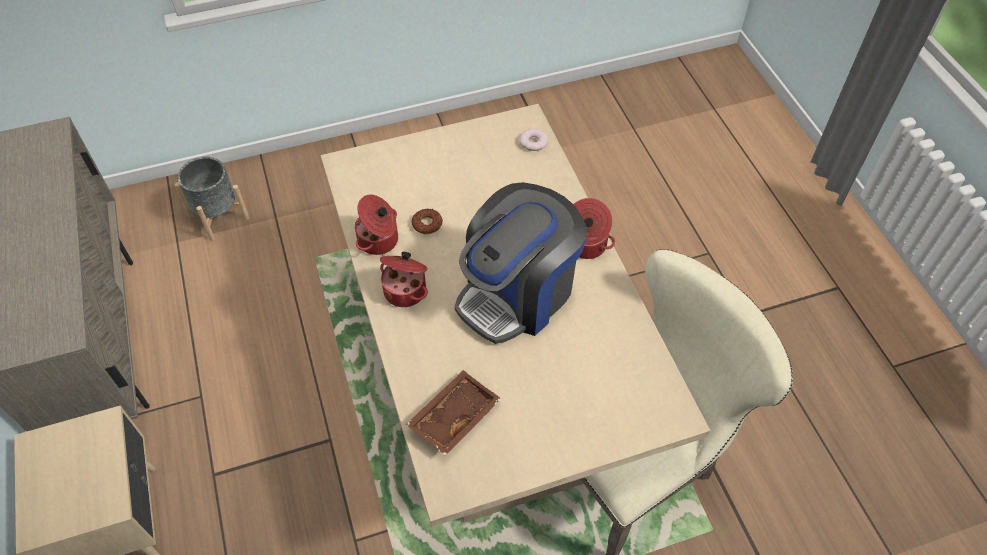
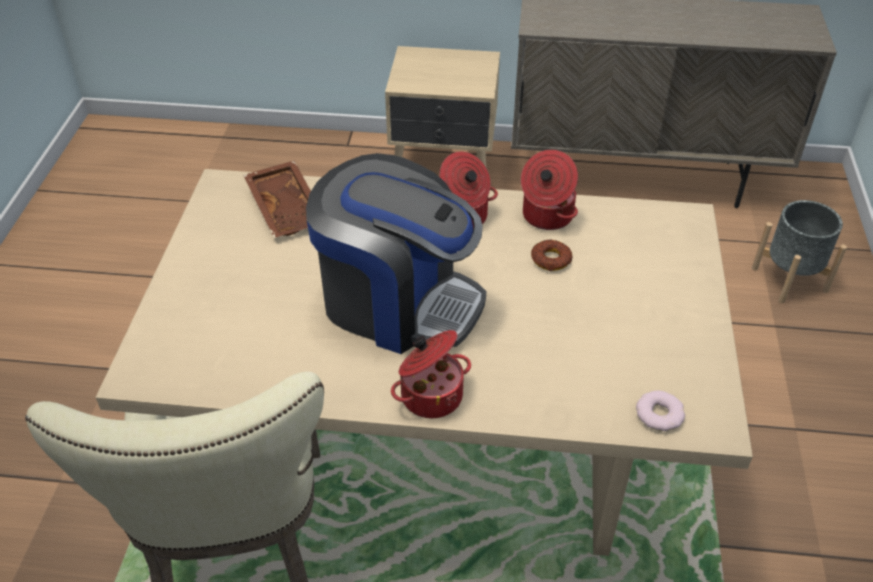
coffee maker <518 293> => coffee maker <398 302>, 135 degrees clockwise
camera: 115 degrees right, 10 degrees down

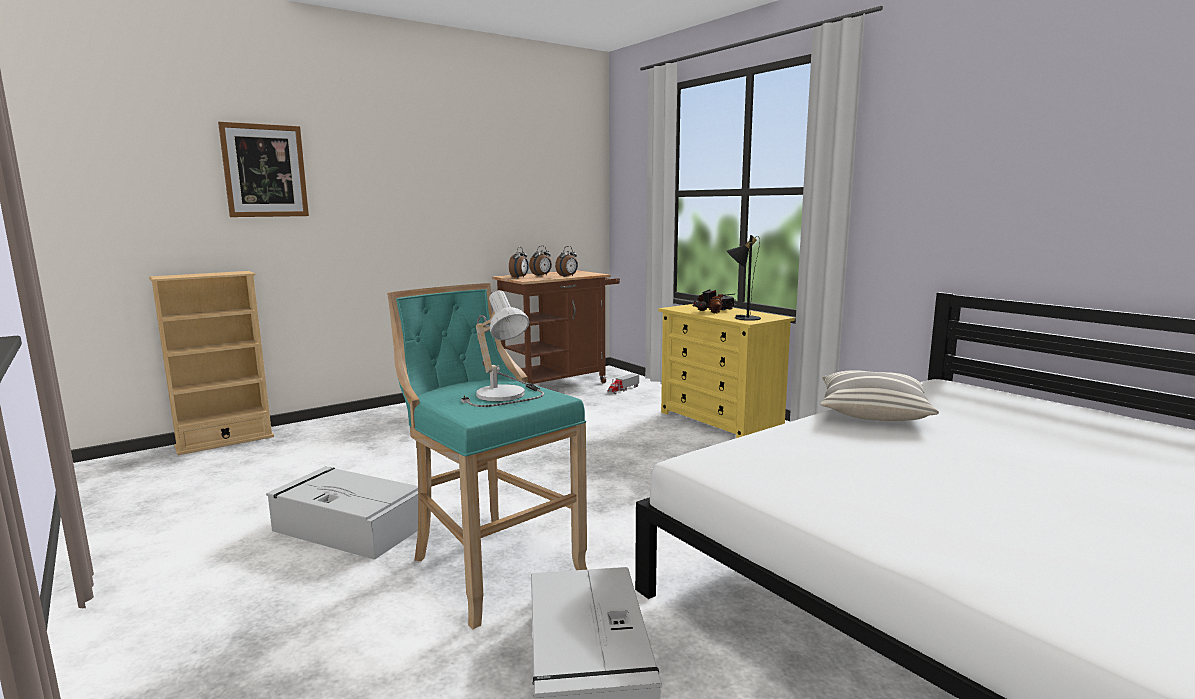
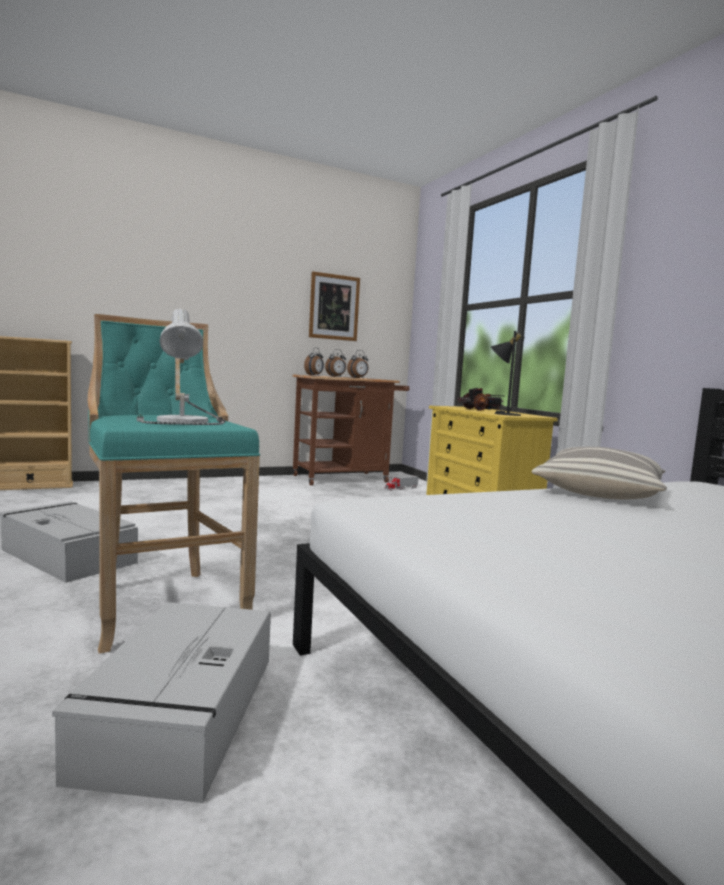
picture <265 171> => picture <334 307>, moved
camera: 10 degrees right, 5 degrees down

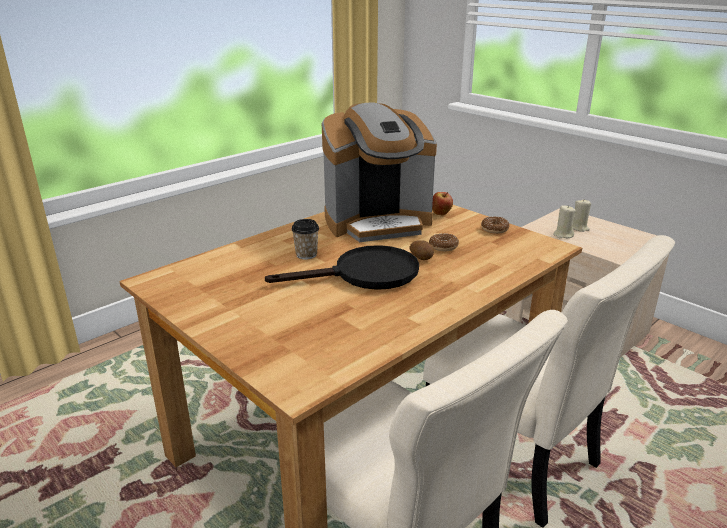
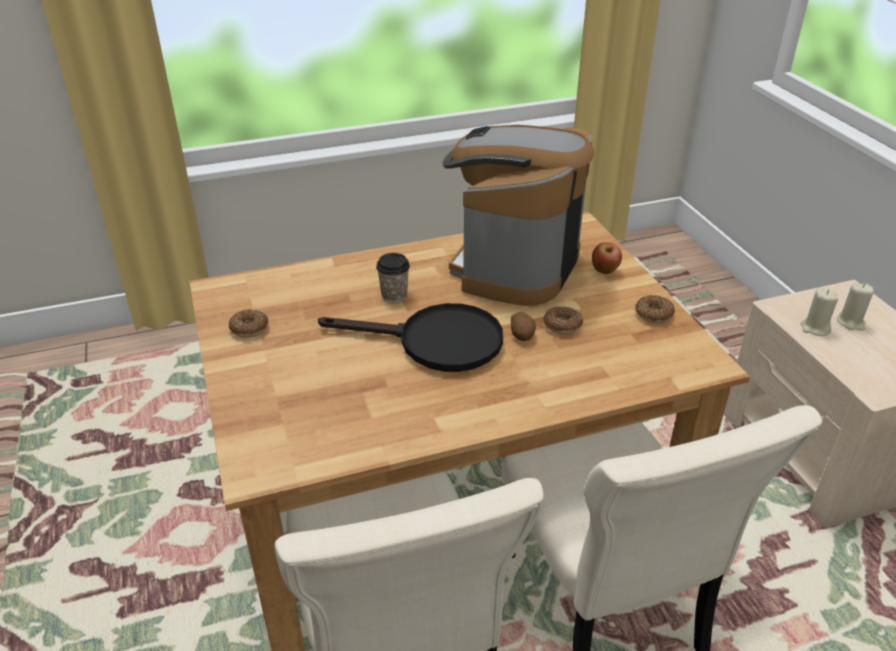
nothing => doughnut <249 328>
coffee maker <378 222> => coffee maker <513 266>, 105 degrees clockwise
camera: 25 degrees right, 10 degrees up

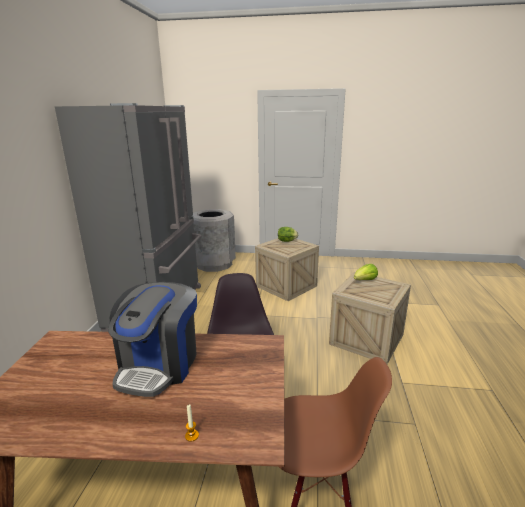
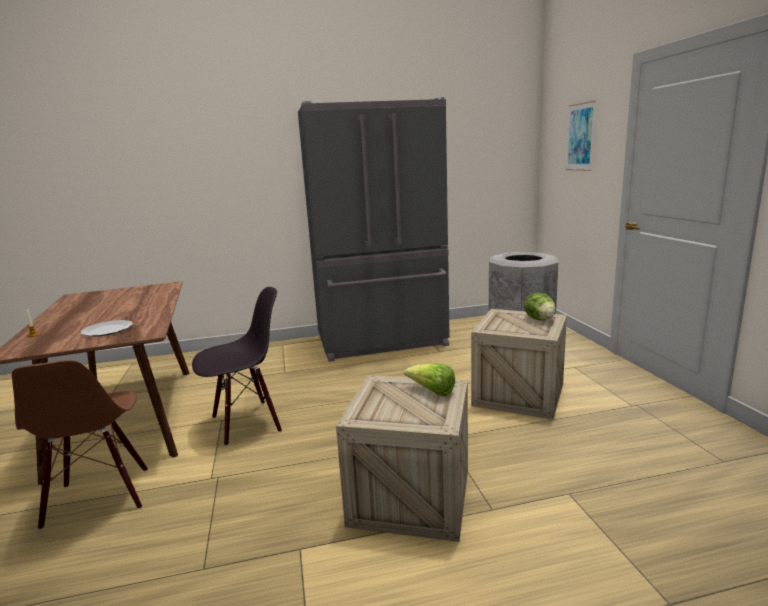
nothing => dinner plate <108 330>
nothing => picture <580 137>
coffee maker <159 365> => nothing
camera: 70 degrees right, 5 degrees down

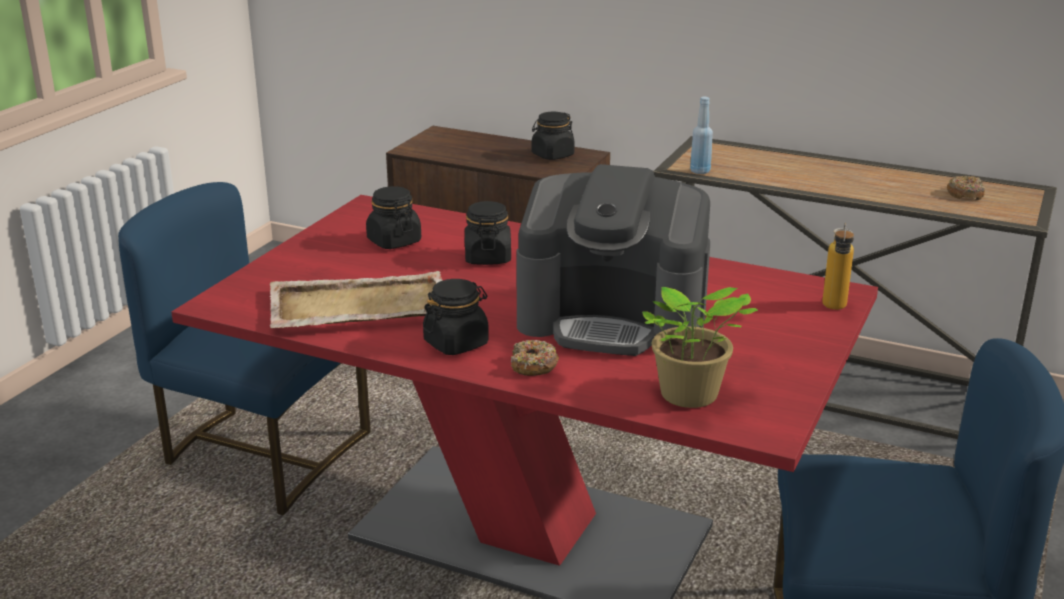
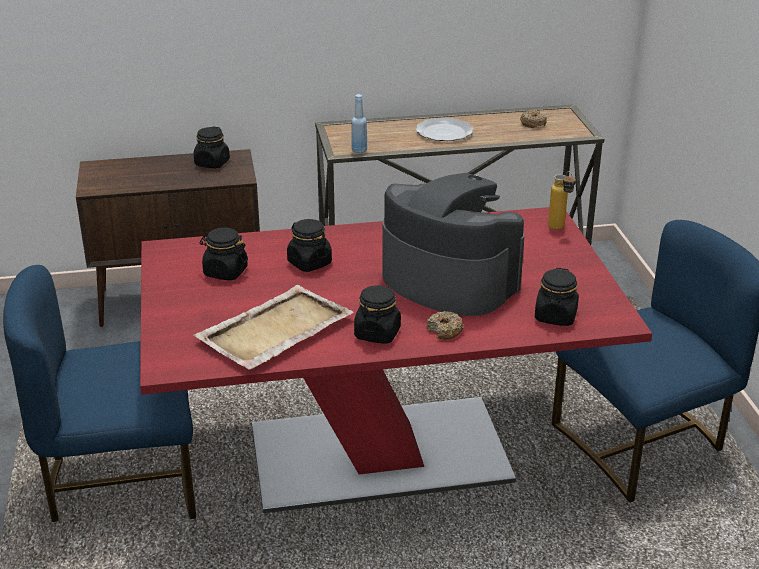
coffee maker <613 319> => coffee maker <448 280>, 120 degrees counterclockwise
nothing => dinner plate <444 132>
plant in a pot <689 397> => blackish storage jar <555 316>
camera: 35 degrees left, 5 degrees up

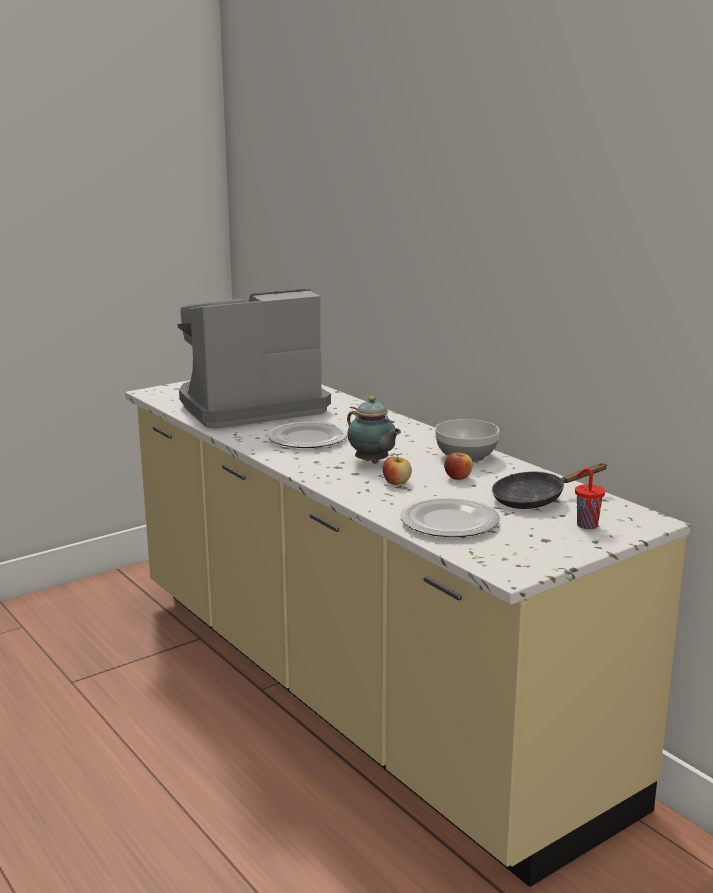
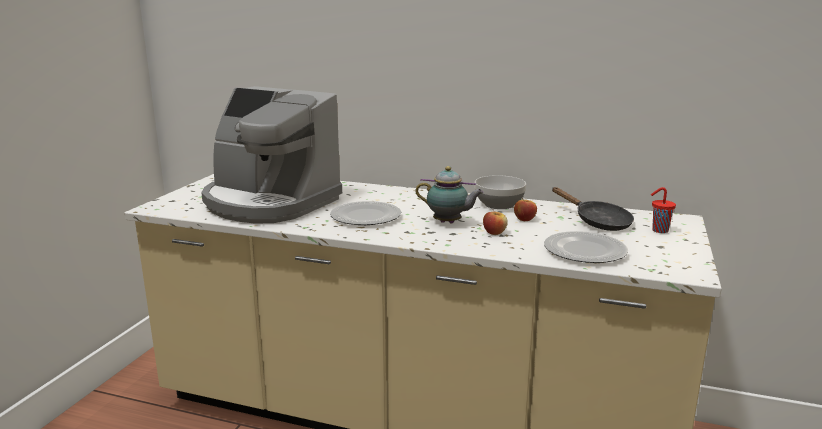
coffee maker <249 407> => coffee maker <269 203>, 90 degrees counterclockwise
blackish skillet <535 499> => blackish skillet <598 222>, 75 degrees counterclockwise
camera: 35 degrees left, 0 degrees up

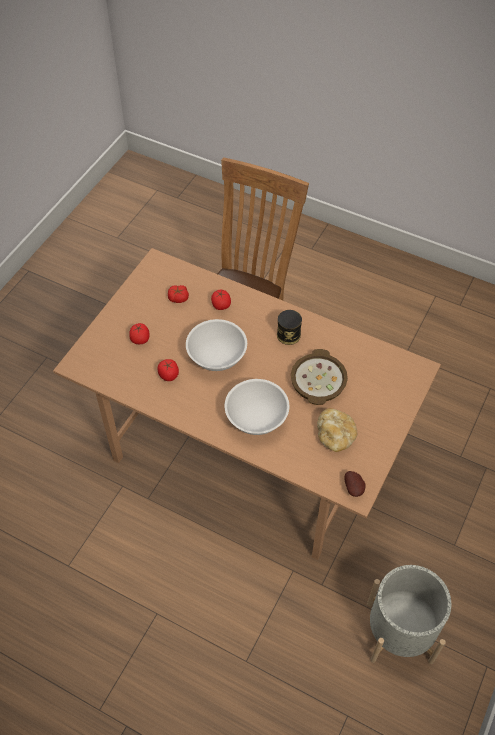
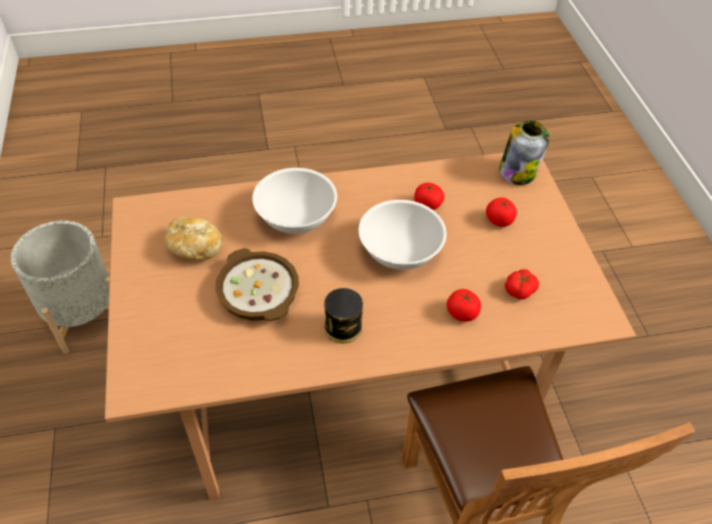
nothing => storage jar <518 172>
whole potato <354 488> => nothing
camera: 140 degrees right, 5 degrees down

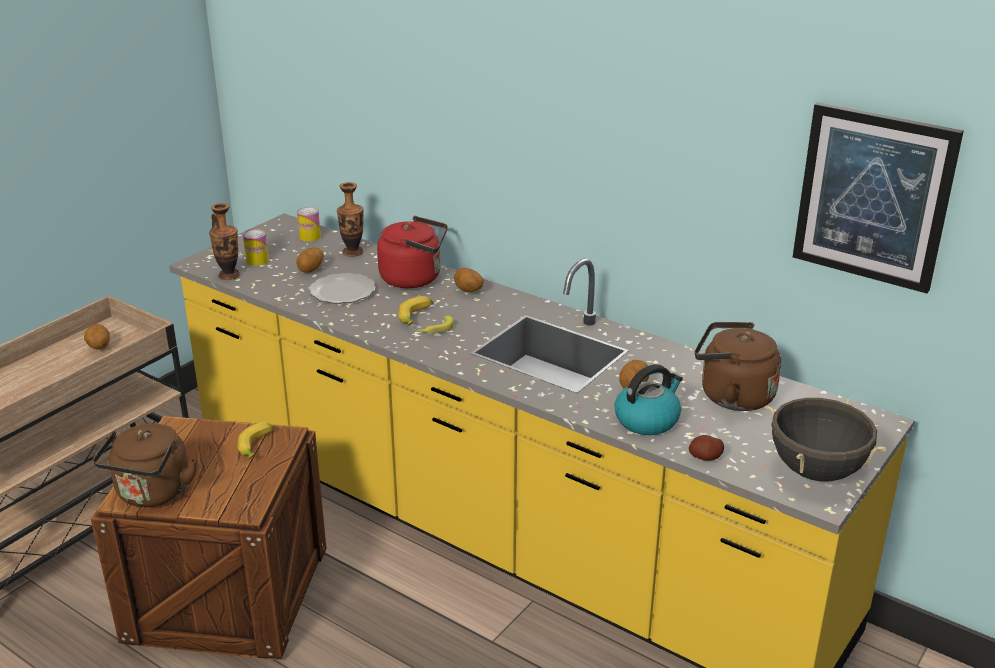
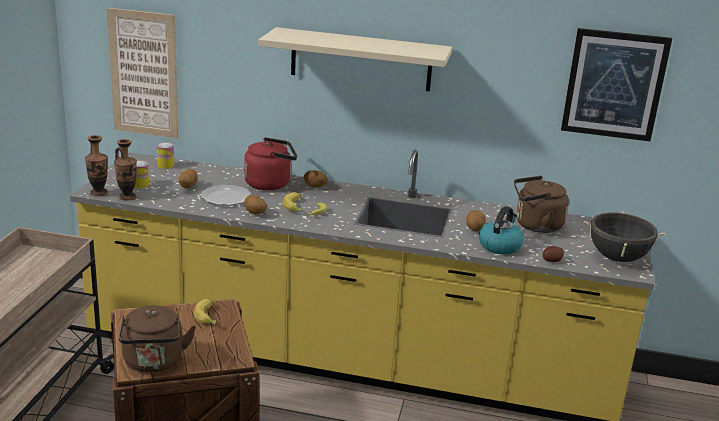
flower vase <353 252> => flower vase <99 193>, moved
nothing => picture <144 74>
whole potato <99 347> => whole potato <255 213>, moved
nothing => beige-coloured wall shelf <361 59>
camera: 25 degrees left, 5 degrees down

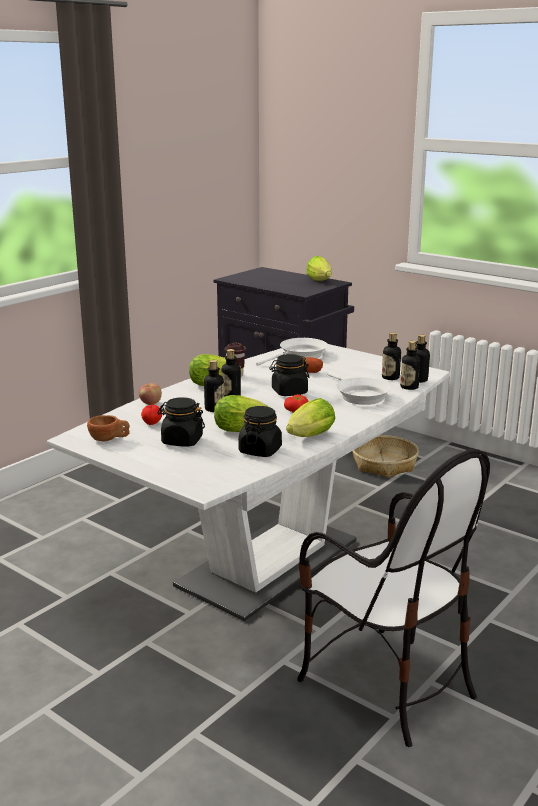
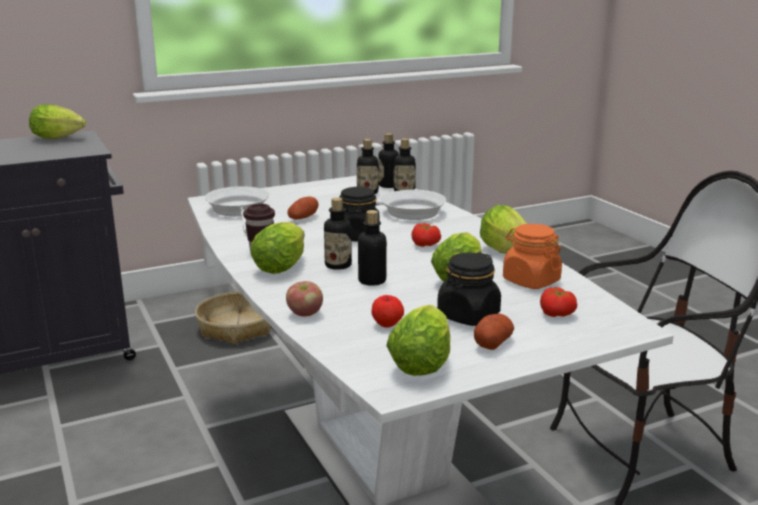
brownish cup <109 439> => lettuce head <423 361>
nothing => whole potato <493 343>
blackish storage jar <260 450> => orangey storage jar <530 281>
nothing => fresh tomato <557 314>
camera: 65 degrees left, 0 degrees up

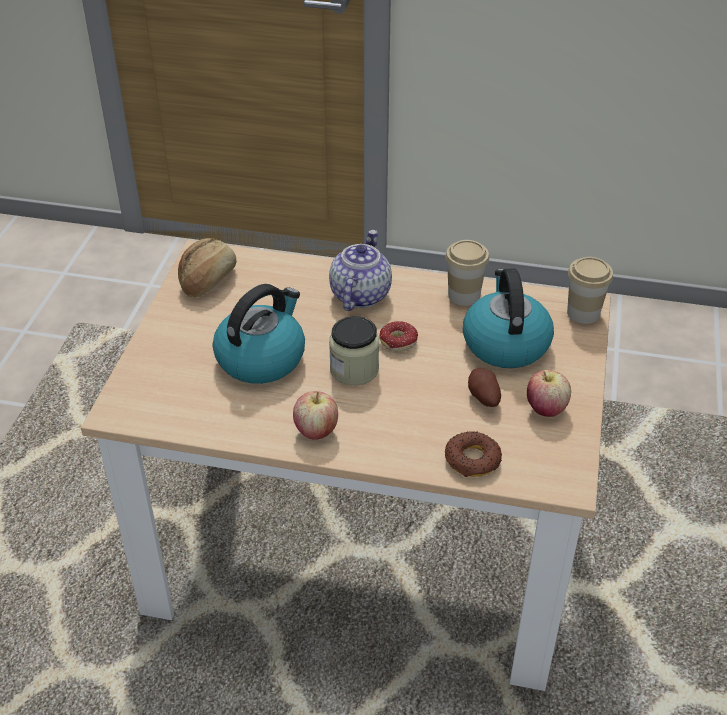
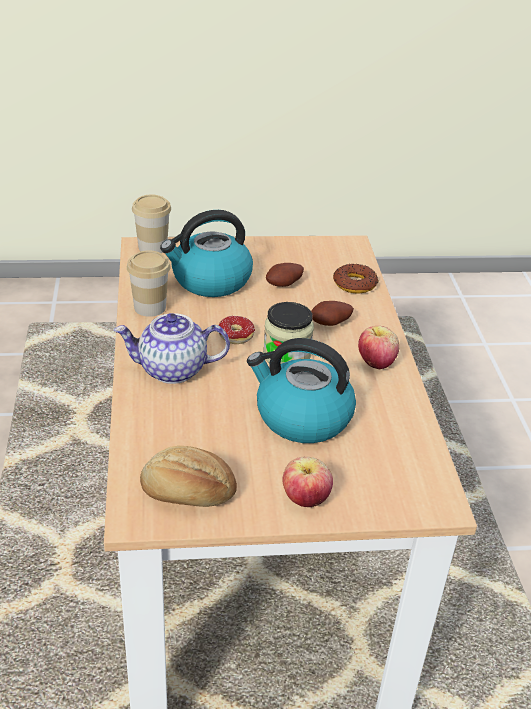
apple fruit <546 408> => apple fruit <305 499>, moved
nothing => whole potato <330 324>
camera: 110 degrees left, 5 degrees down

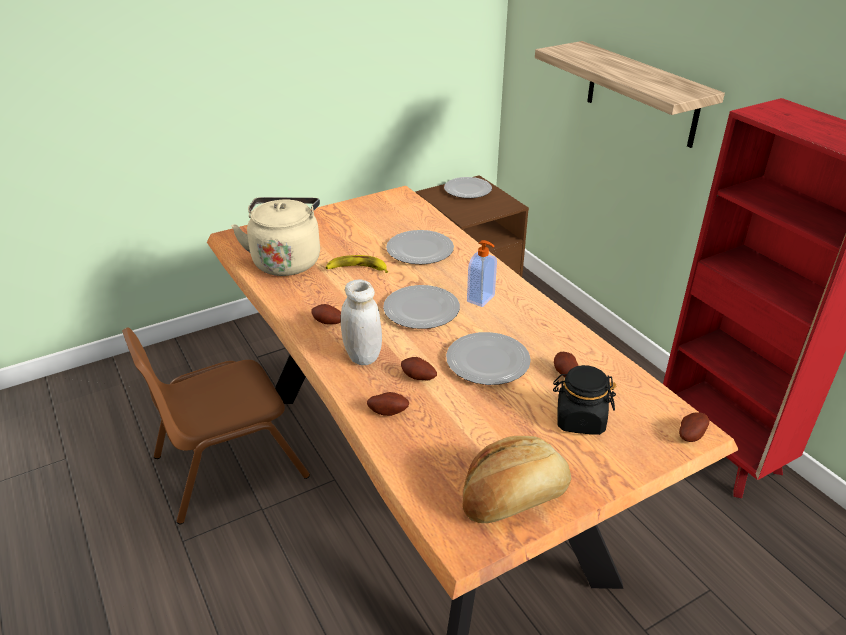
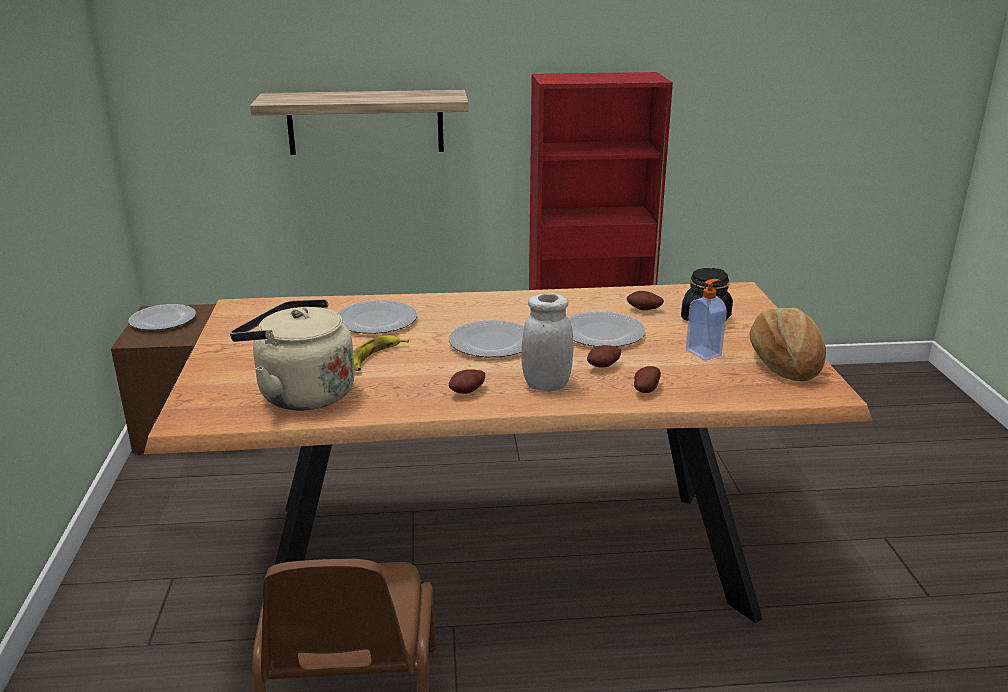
soap bottle <481 299> => soap bottle <704 353>, moved
whole potato <690 435> => nothing
camera: 65 degrees left, 10 degrees down

